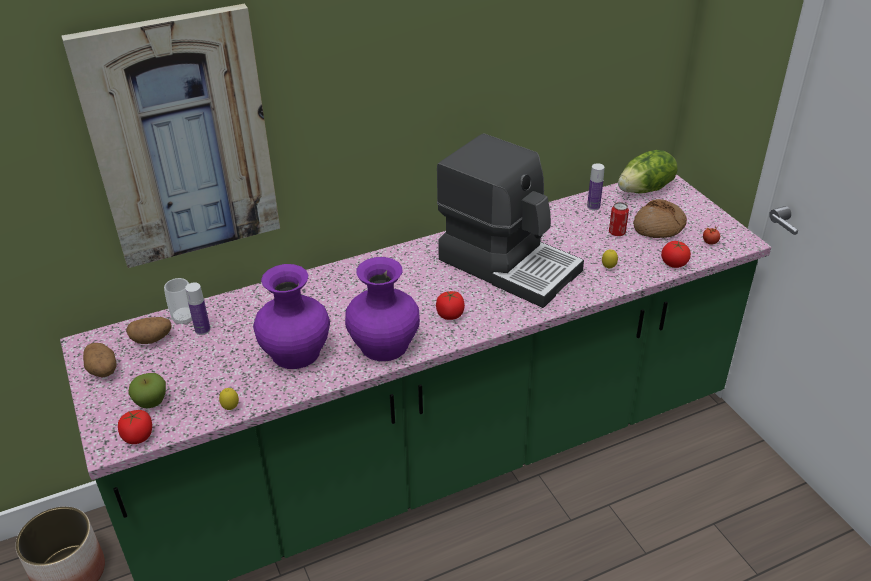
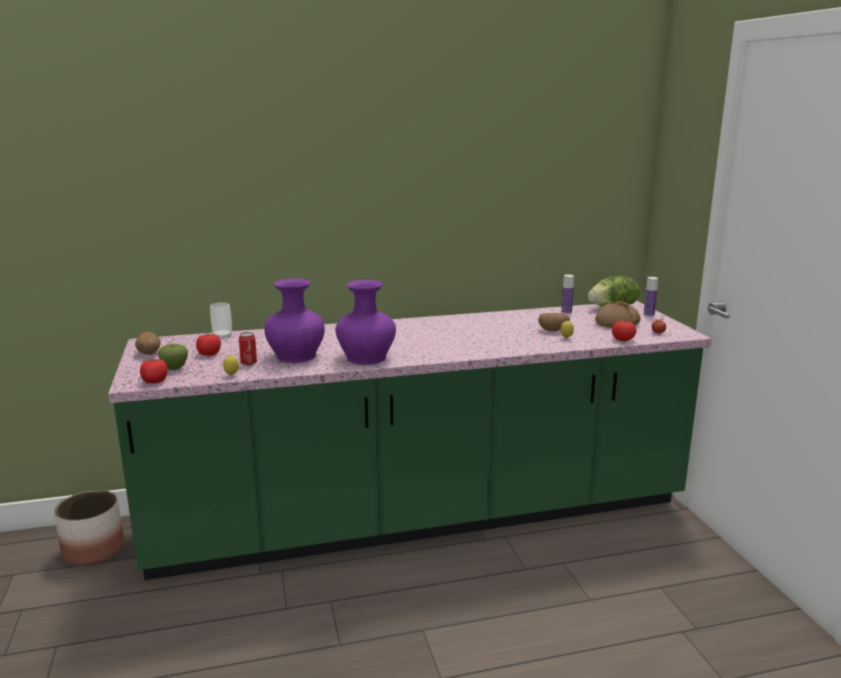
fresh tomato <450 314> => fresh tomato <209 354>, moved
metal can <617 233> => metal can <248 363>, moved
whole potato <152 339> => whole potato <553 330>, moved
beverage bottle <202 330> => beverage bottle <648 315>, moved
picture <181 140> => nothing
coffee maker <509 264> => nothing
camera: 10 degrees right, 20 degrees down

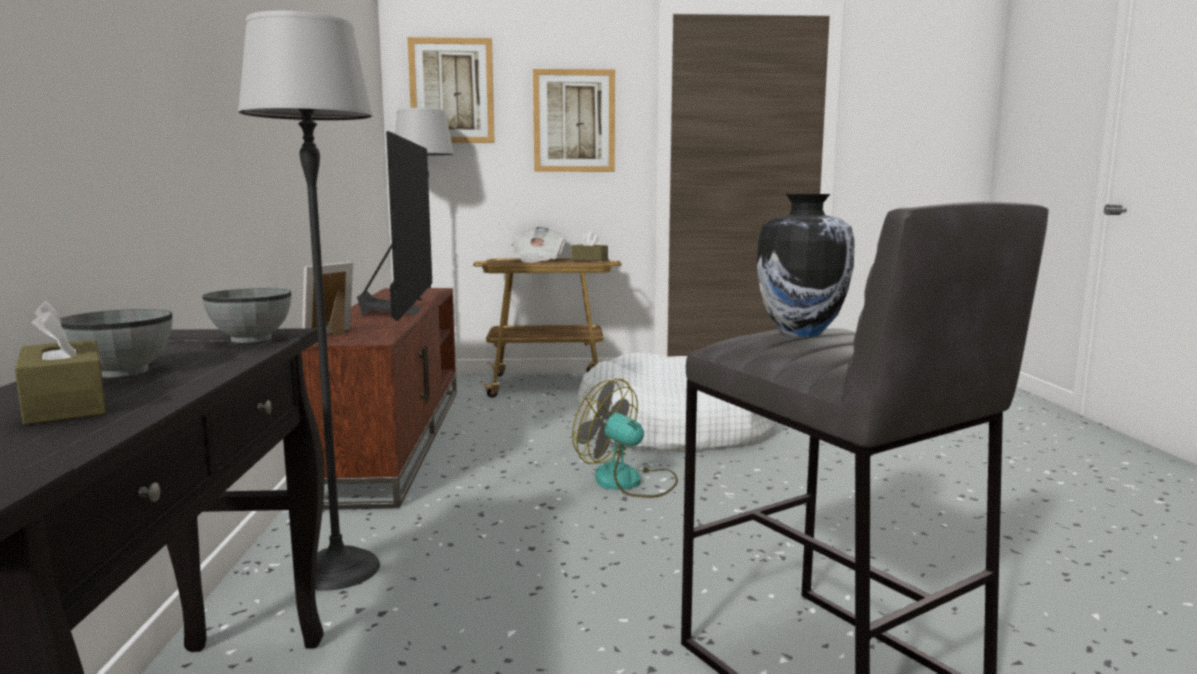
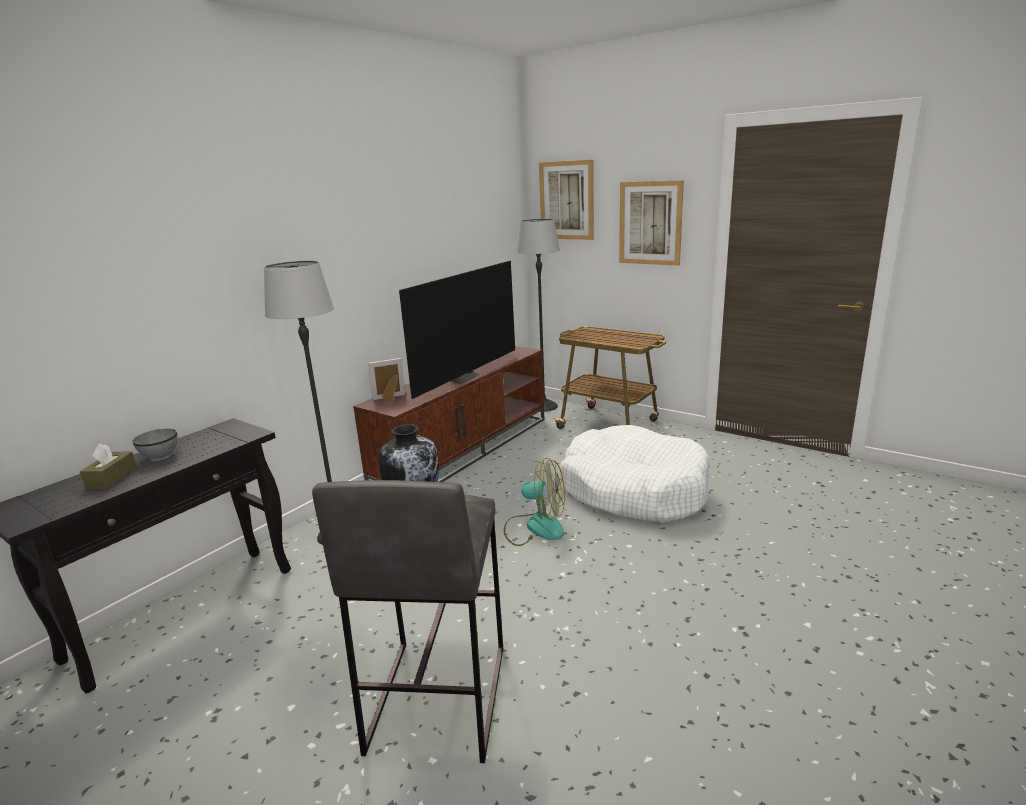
fan <628 482> => fan <535 527>, 120 degrees clockwise
greyish deep dish <251 339> => nothing
daily paper <538 260> => nothing
brownish box of tissues <589 259> => nothing
camera: 40 degrees right, 10 degrees up

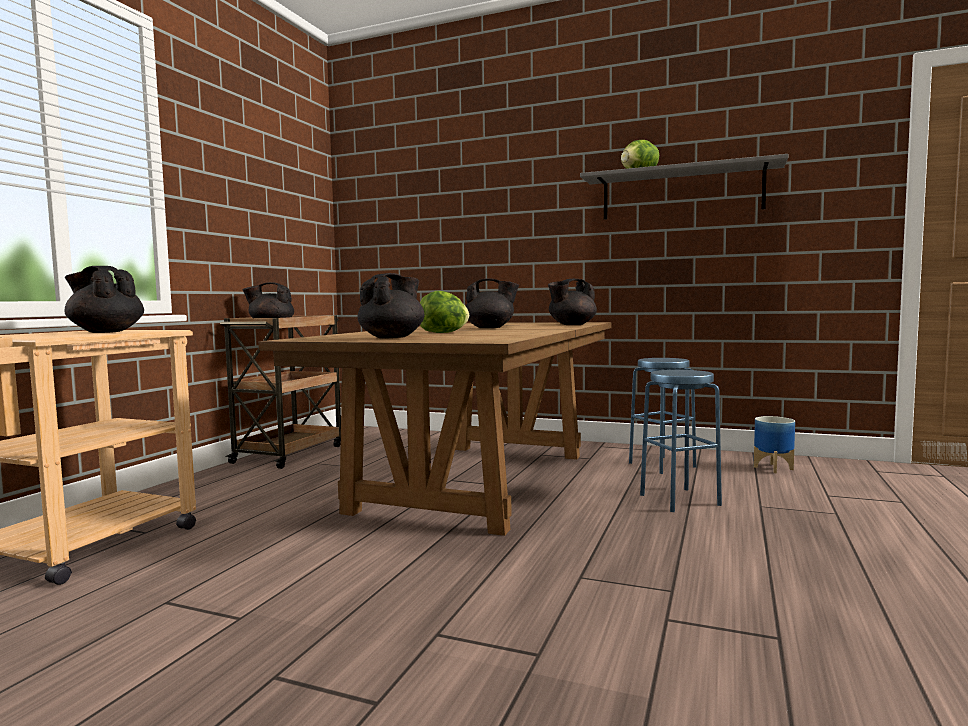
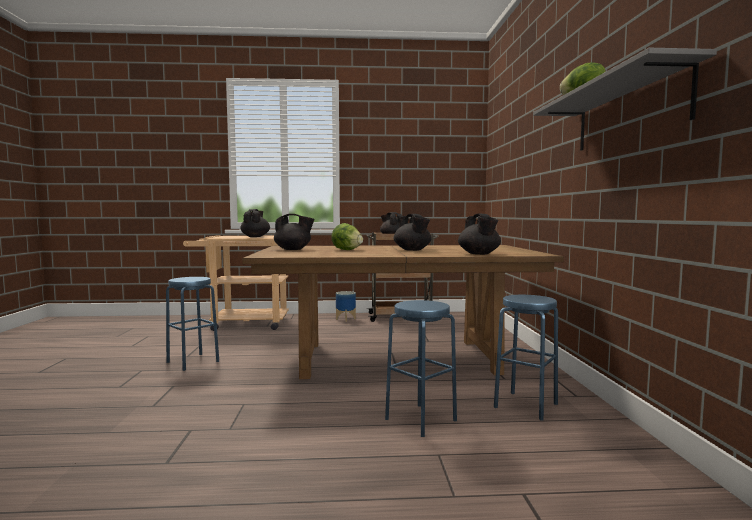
nothing => blue sitting stool <193 361>
plant pot <772 468> => plant pot <346 319>, moved
blackish teapot <571 325> => blackish teapot <479 254>, 135 degrees counterclockwise
camera: 65 degrees right, 0 degrees up

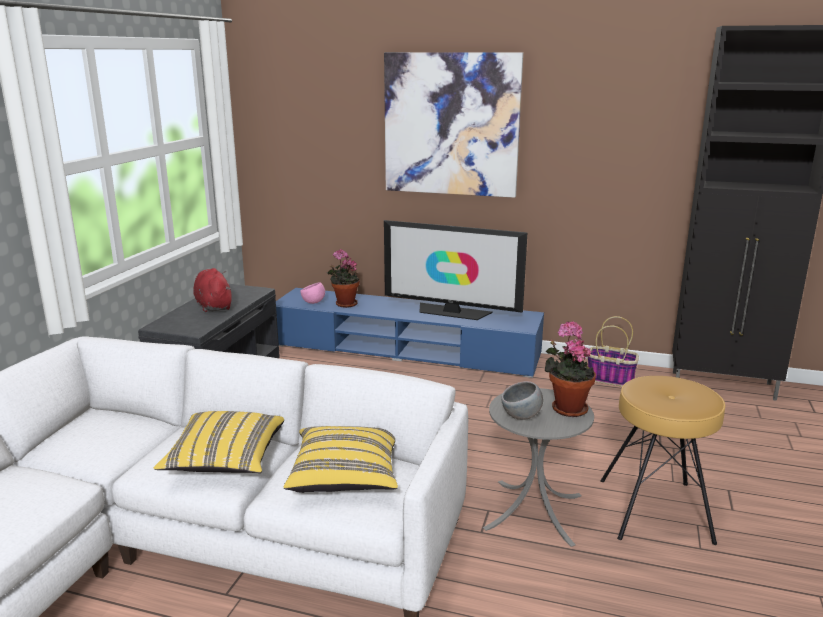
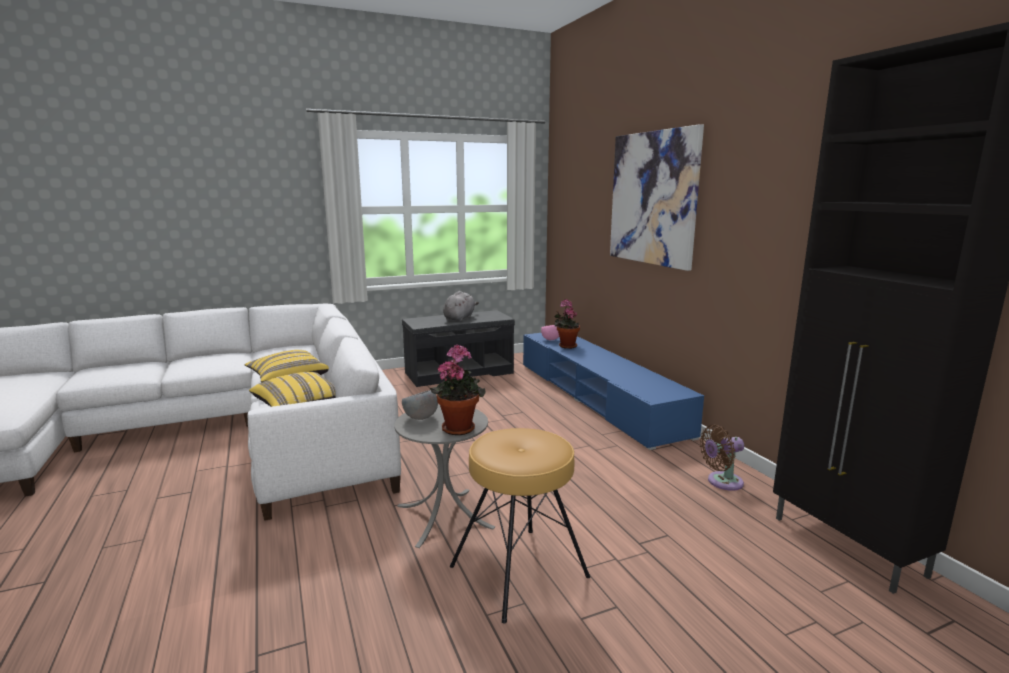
red-coloured cuddly toy <213 306> => greyish cuddly toy <459 318>
household basket <611 379> => brownish fan <721 482>
television <452 312> => nothing
camera: 50 degrees right, 5 degrees down

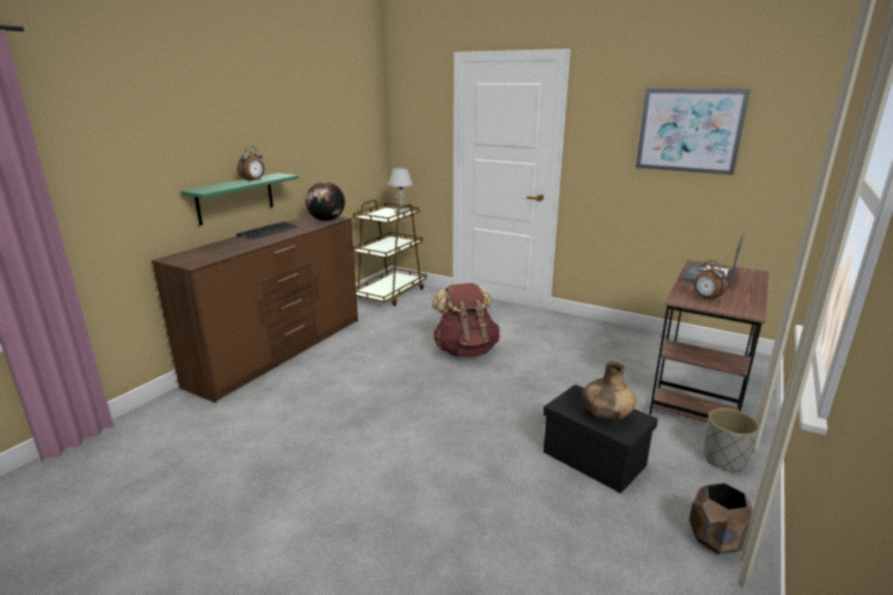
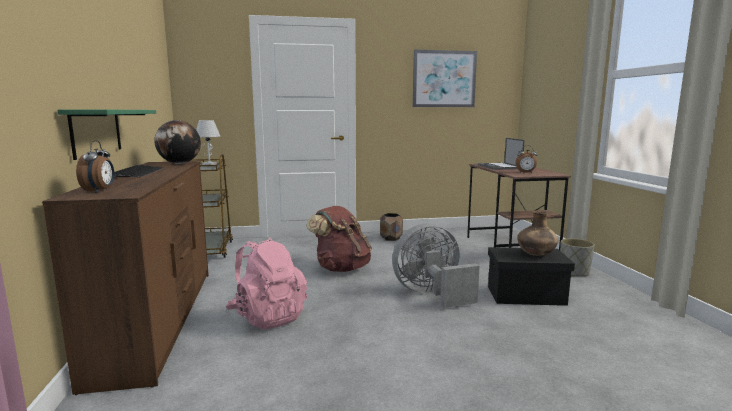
alarm clock <253 181> => alarm clock <99 191>, moved
nothing => pinkish rucksack <268 317>
brownish plant pot <717 539> => brownish plant pot <391 238>, moved
nothing => greyish fan <431 294>
camera: 40 degrees left, 10 degrees down

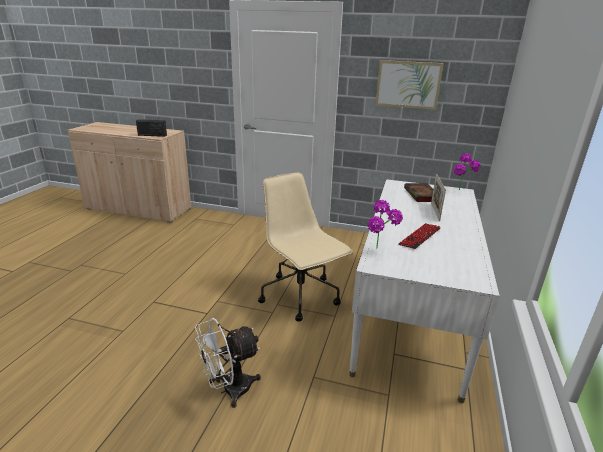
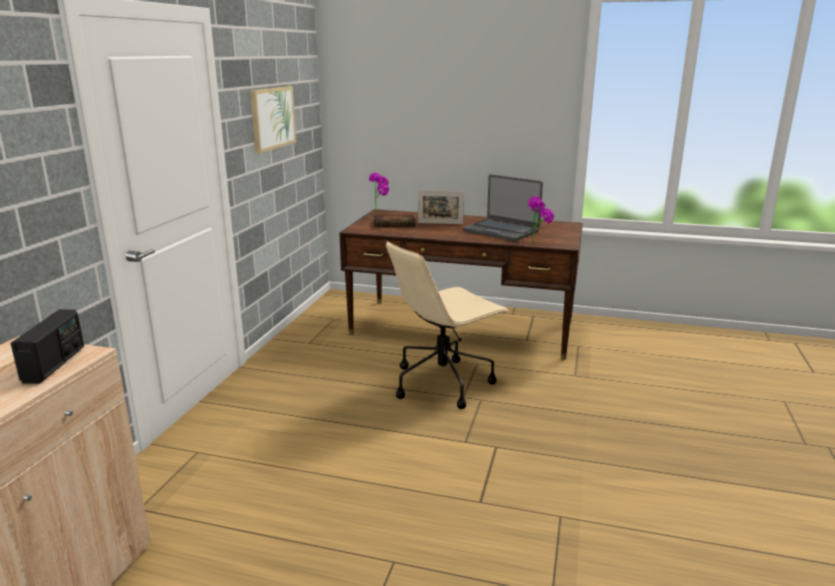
white-coloured desk table <411 313> => brownish desk table <462 328>
PC keyboard <420 237> => portable computer <501 231>
white-coloured fan <229 390> => nothing
camera: 90 degrees left, 5 degrees down

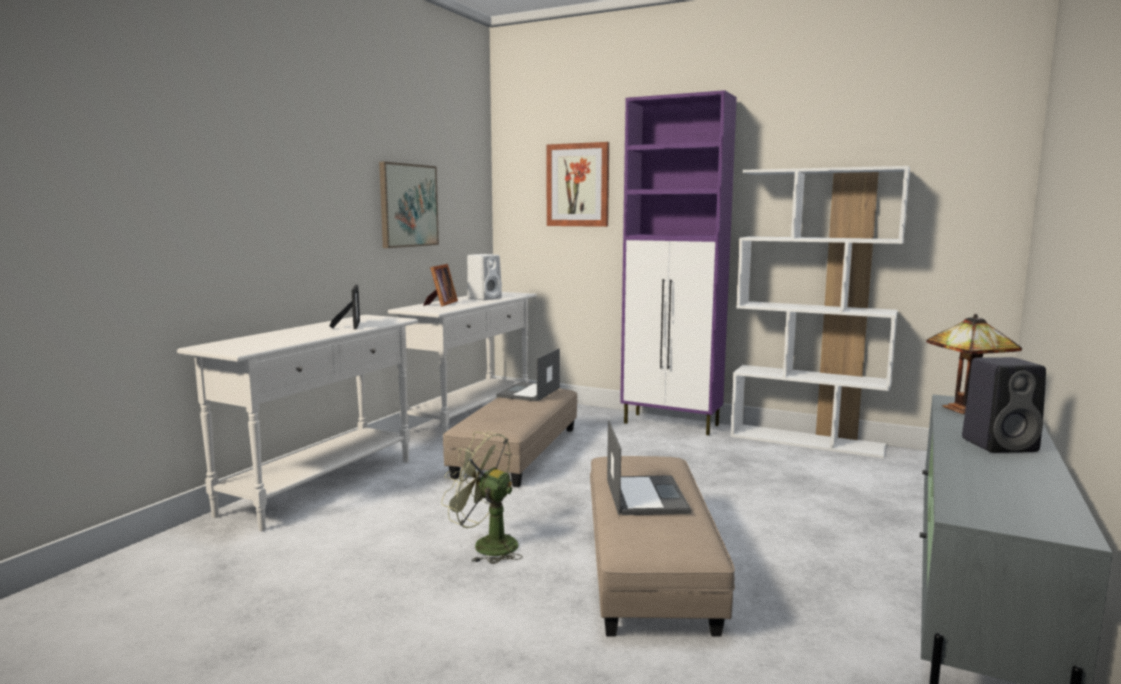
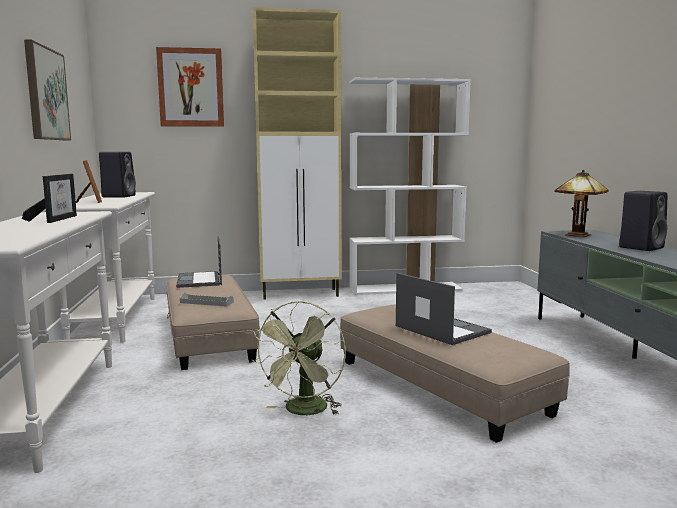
standing frame <351 325> => standing frame <56 219>, 45 degrees clockwise
white-coloured audio speaker <485 298> => blackish audio speaker <119 196>
nothing => greyish carrying tray <206 302>
green fan <486 545> => green fan <304 411>, 60 degrees counterclockwise
purple storage cabinet <672 424> => beige-coloured storage cabinet <301 294>
camera: 35 degrees left, 0 degrees up

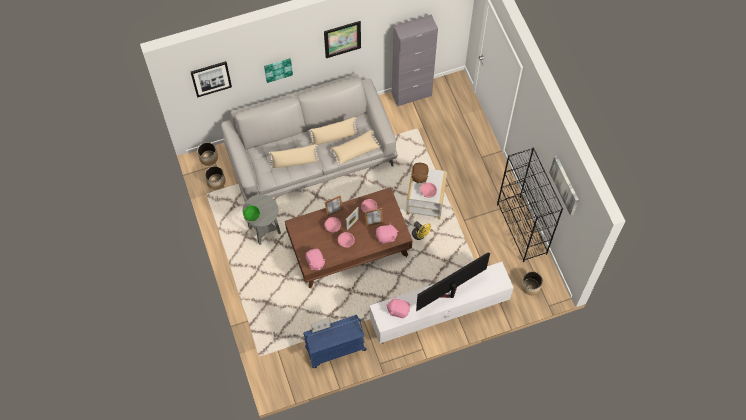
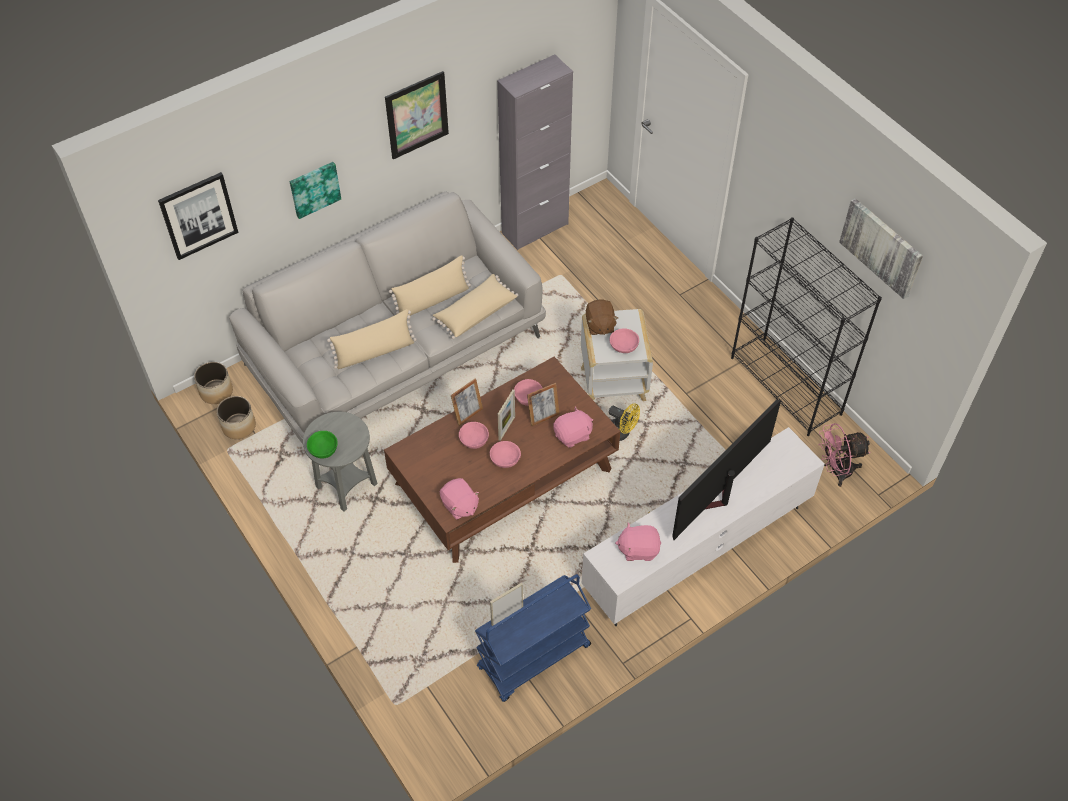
plant pot <530 286> => pinkish fan <836 471>
camera: 15 degrees left, 10 degrees down

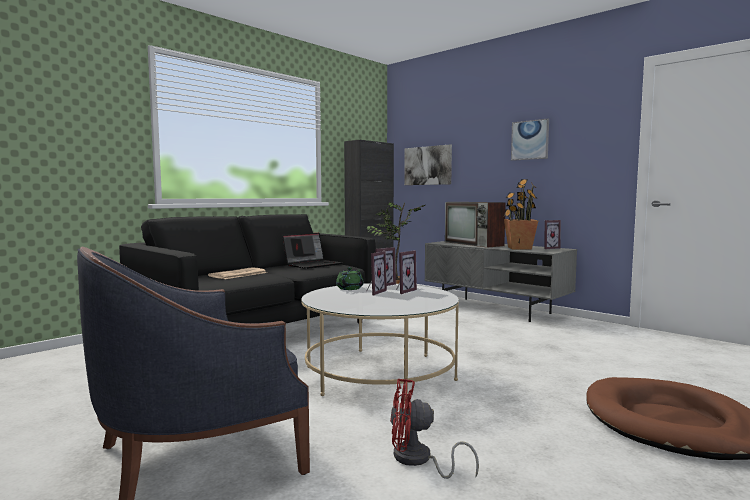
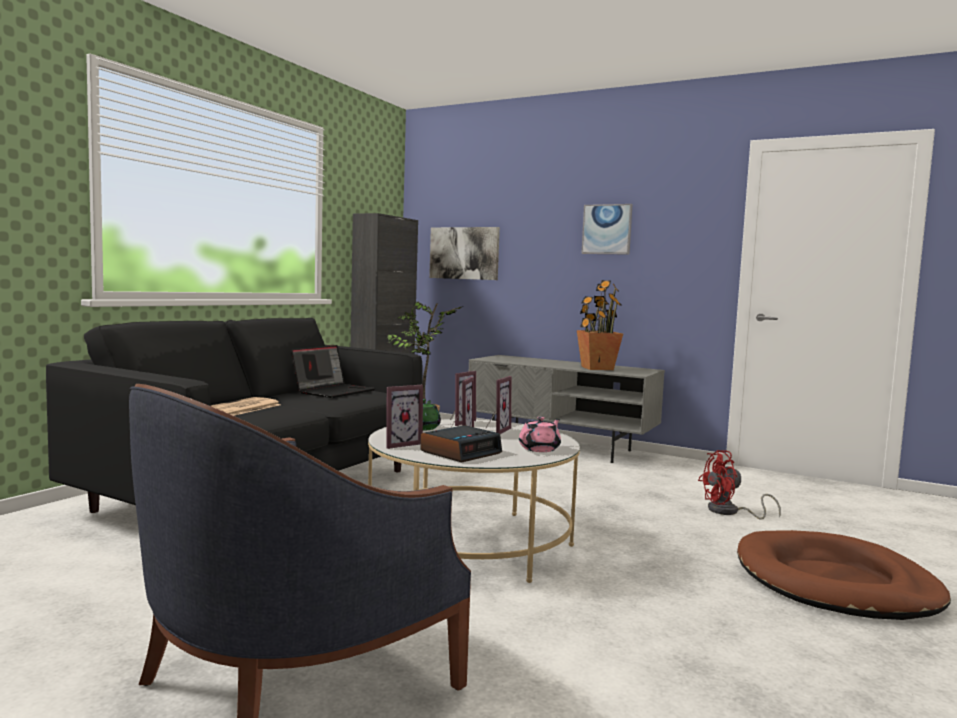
standing frame <548 248> => standing frame <399 444>, moved
nothing => alarm clock <461 452>
nothing => pinkish teapot <540 449>
red-coloured fan <418 460> => red-coloured fan <729 512>, moved
television <474 244> => nothing
camera: 15 degrees left, 0 degrees up

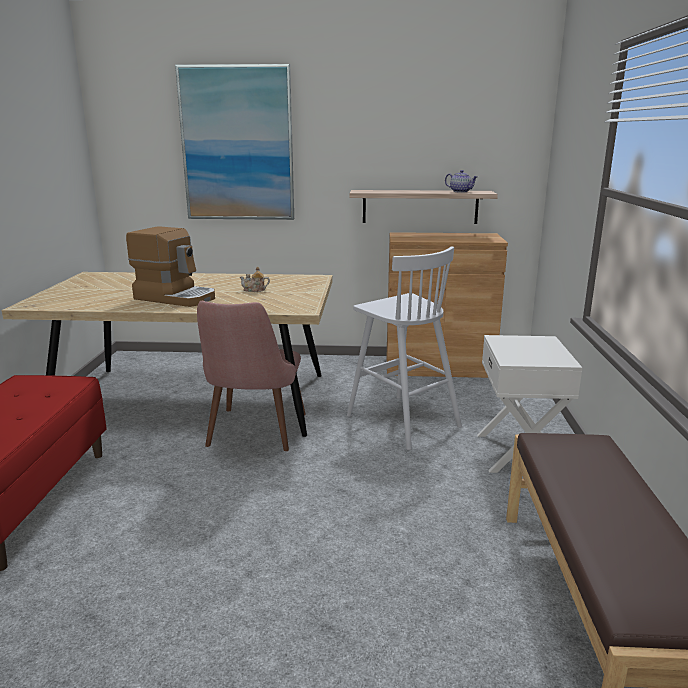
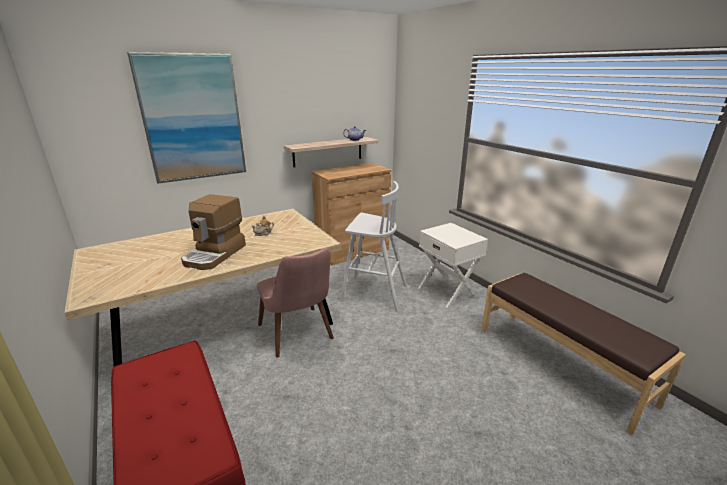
coffee maker <176 297> => coffee maker <215 254>, 120 degrees clockwise
camera: 35 degrees left, 5 degrees up

